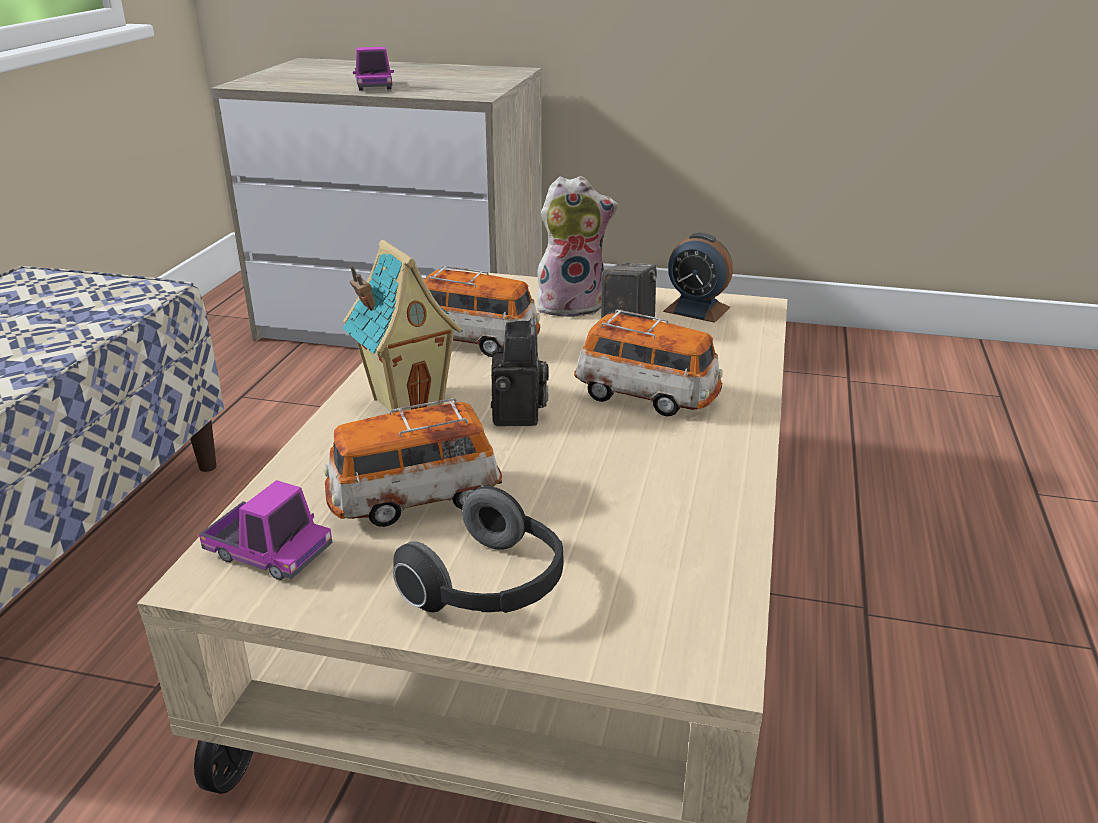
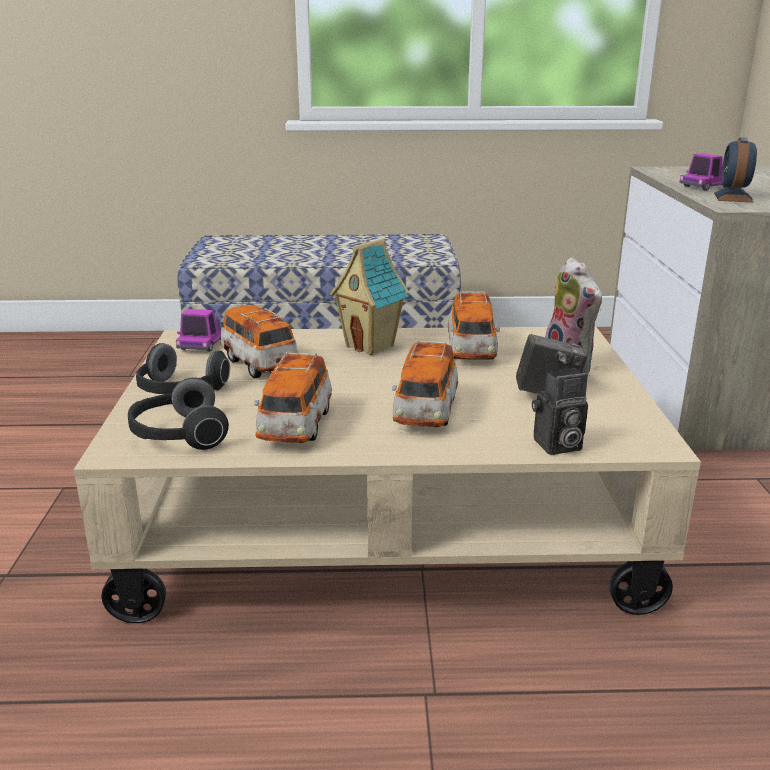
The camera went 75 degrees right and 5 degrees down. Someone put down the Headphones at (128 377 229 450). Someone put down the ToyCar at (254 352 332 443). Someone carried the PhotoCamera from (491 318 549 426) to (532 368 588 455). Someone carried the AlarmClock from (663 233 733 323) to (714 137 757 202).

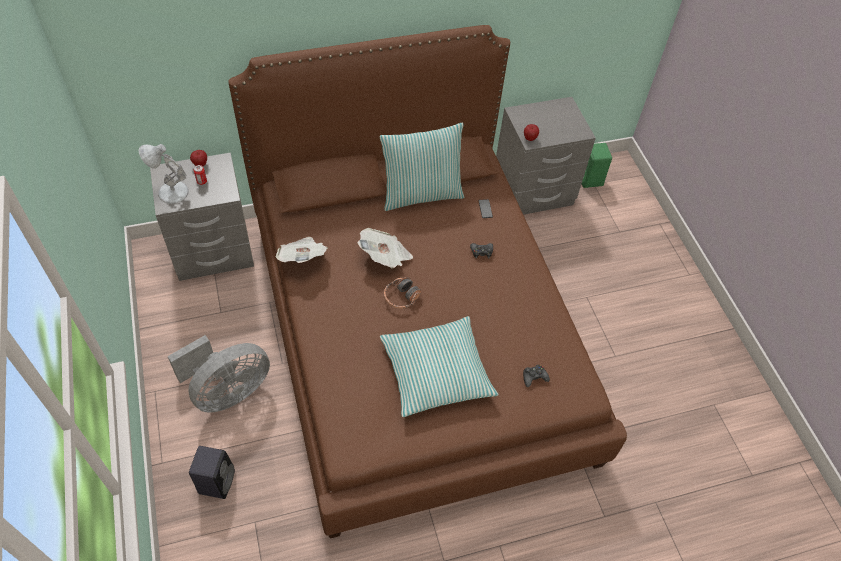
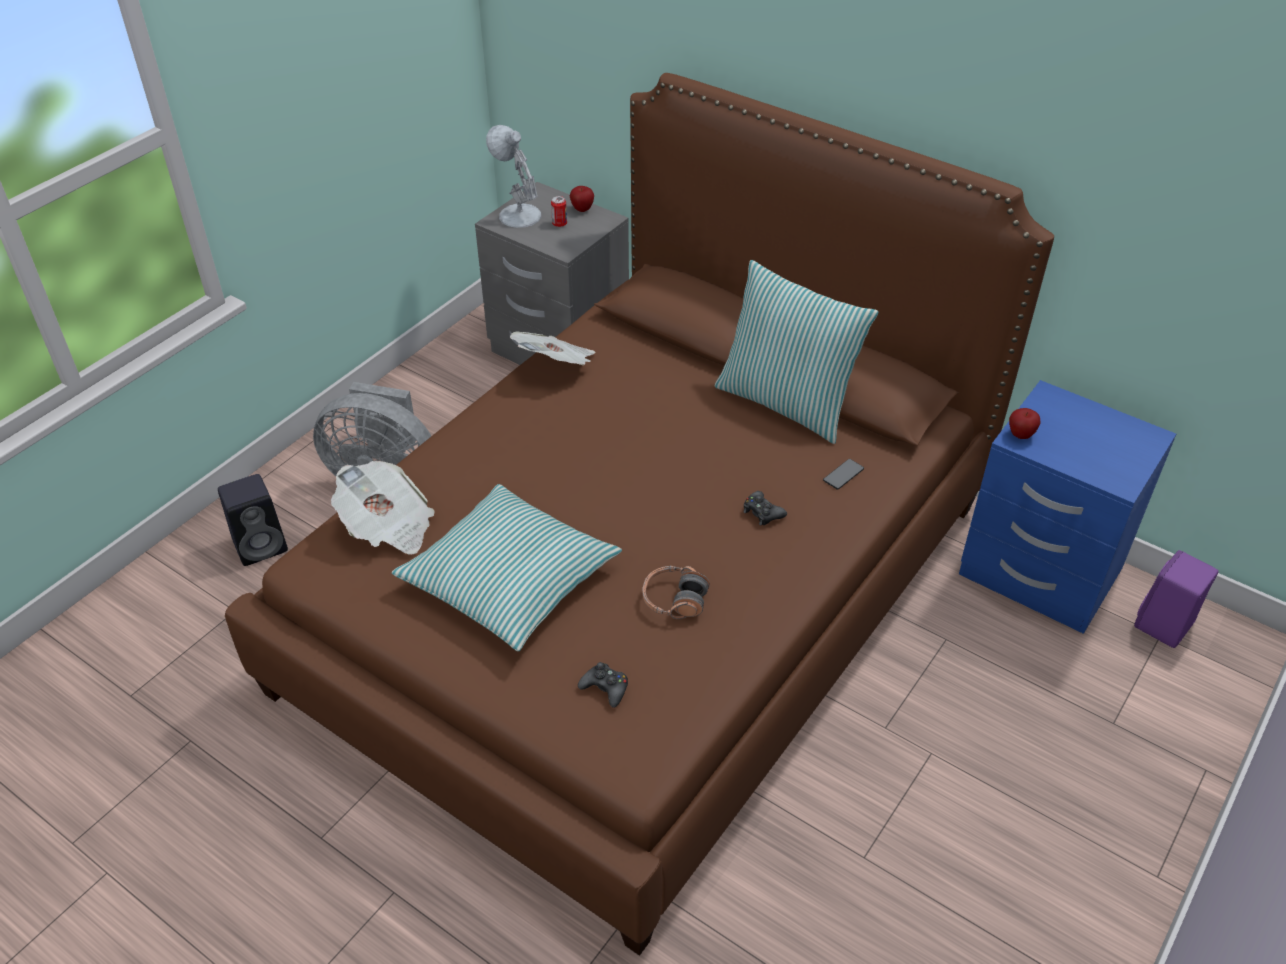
The camera went 55 degrees right and 10 degrees down. Someone carried the Newspaper from (357 228 413 268) to (331 461 435 555). Someone carried the Headphones from (384 277 421 309) to (642 566 710 619). Someone repainted the GreyNightstand at (496 97 596 215), which became the BlueNightstand at (959 380 1176 634). Someone repainted the GreenSpeaker at (582 143 612 188), which became the PurpleSpeaker at (1134 550 1218 648).

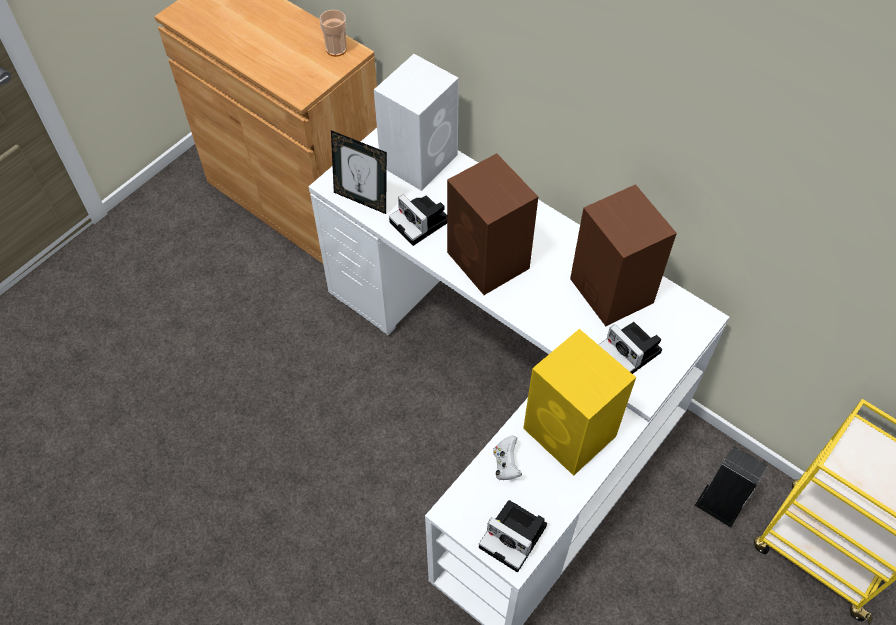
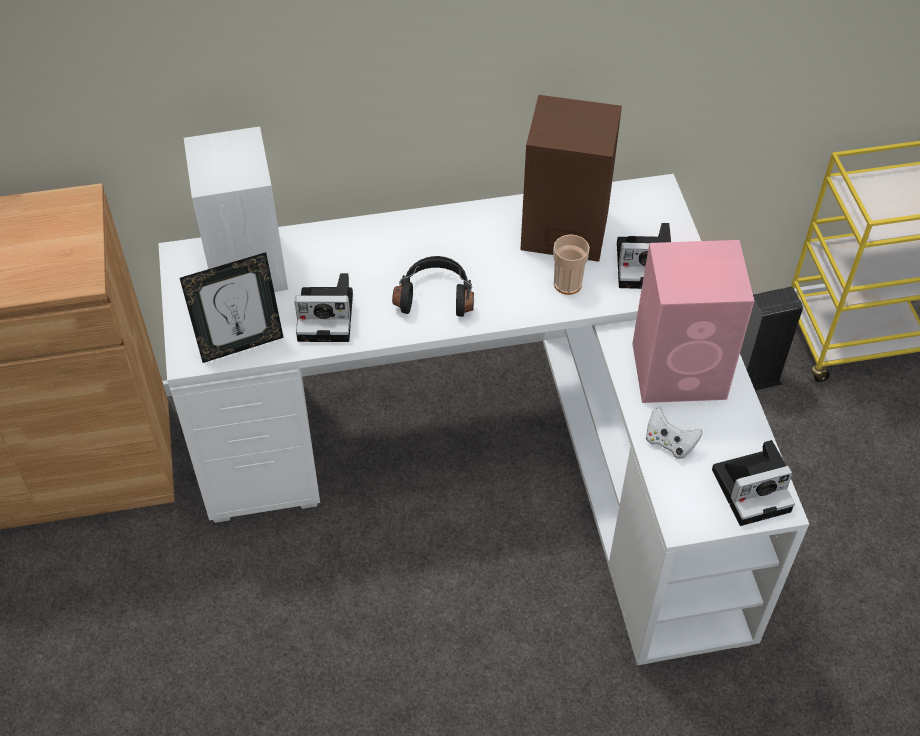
The camera went 50 degrees left and 5 degrees down. Someone carried the Cup from (319 10 347 57) to (553 234 590 295). Someone swapped the BrownSpeaker at (447 153 538 295) for the BlackHeadphones at (392 256 474 317). Someone repainted the YellowSpeaker at (523 329 636 476), which became the PinkSpeaker at (632 240 754 403).

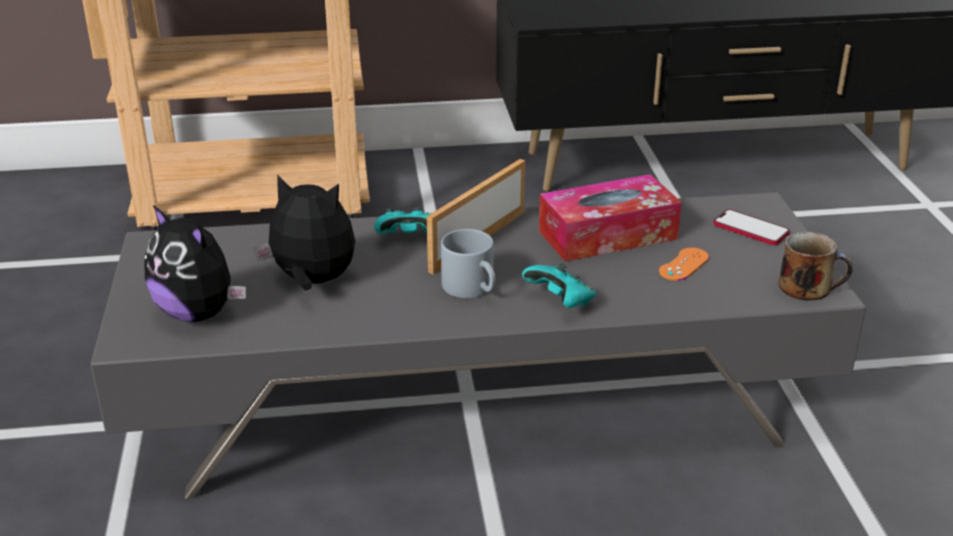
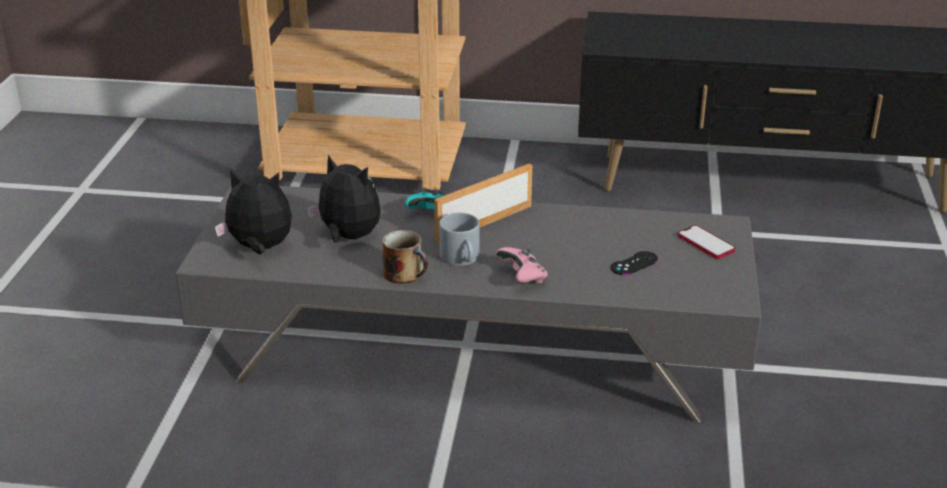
The camera went 15 degrees right and 0 degrees up. Someone took away the TissueBox at (539 174 682 262). Someone carried the Mug from (778 232 853 300) to (382 230 429 284). Someone repainted the TurquoiseGameController at (522 263 596 308), which became the PinkGameController at (496 247 548 284). Someone repainted the OrangeGameController at (659 248 709 281), which became the BlackGameController at (611 251 658 275). Someone rotated the PlushToy at (144 205 246 322) by 135 degrees clockwise.

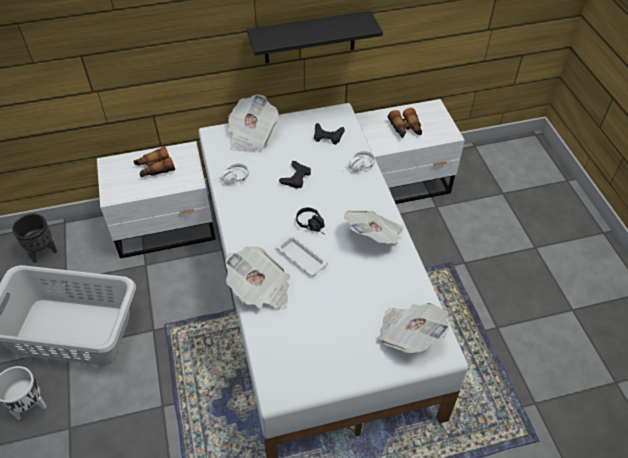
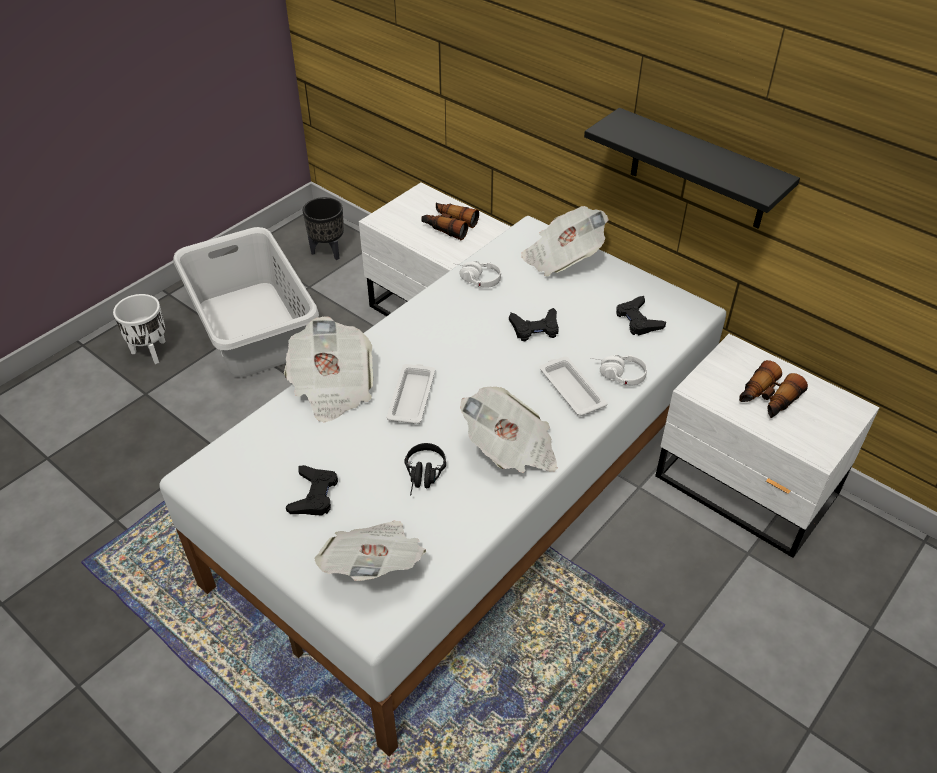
The camera went 55 degrees right and 5 degrees down. Someone put down the BlackGameController at (286 465 338 516). Someone put down the WhiteTray at (539 356 607 416). Someone carried the BlackHeadphones from (296 207 325 235) to (404 443 446 495).

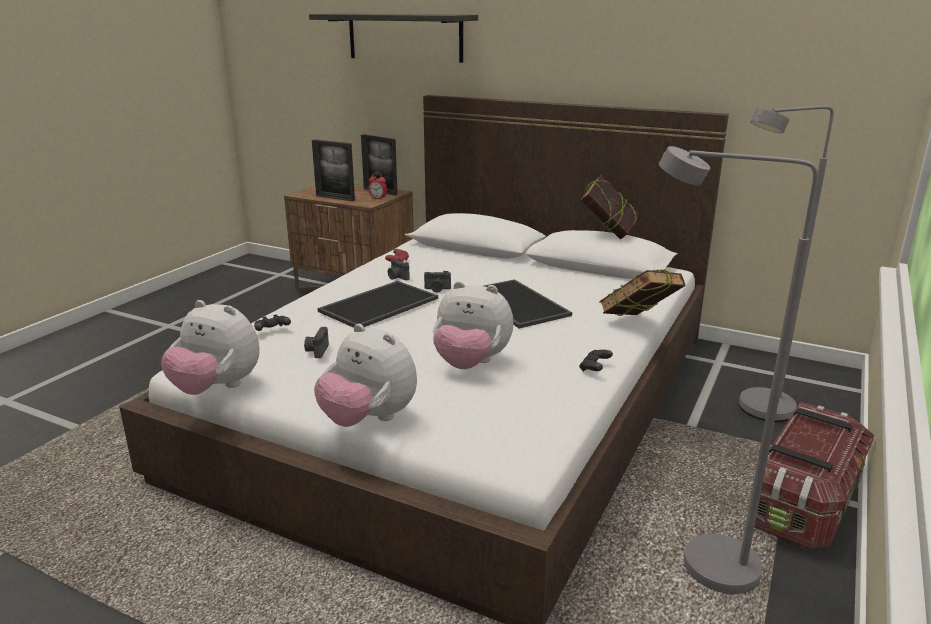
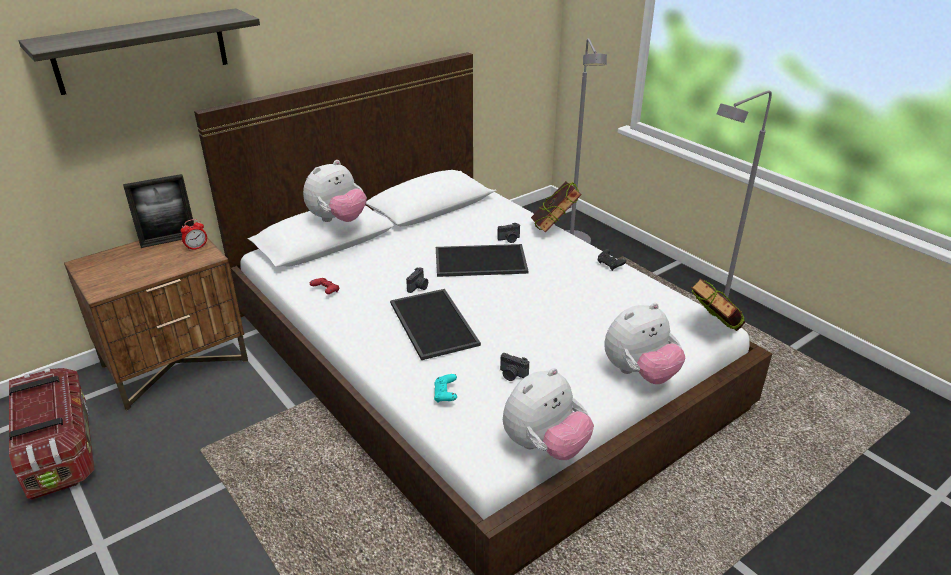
The camera went 65 degrees left and 10 degrees up. Someone took away the PictureFrame at (312 139 355 201). Someone carried the PhotoCamera from (388 259 410 280) to (497 223 520 243). Someone carried the PlushToy from (433 281 514 369) to (303 160 367 222). Someone carried the Book from (581 175 639 239) to (691 278 745 331). Someone carried the StorageBox from (754 402 874 548) to (9 368 95 500). Someone repainted the BlackGameController at (254 314 291 331), which became the TurquoiseGameController at (434 374 457 403).

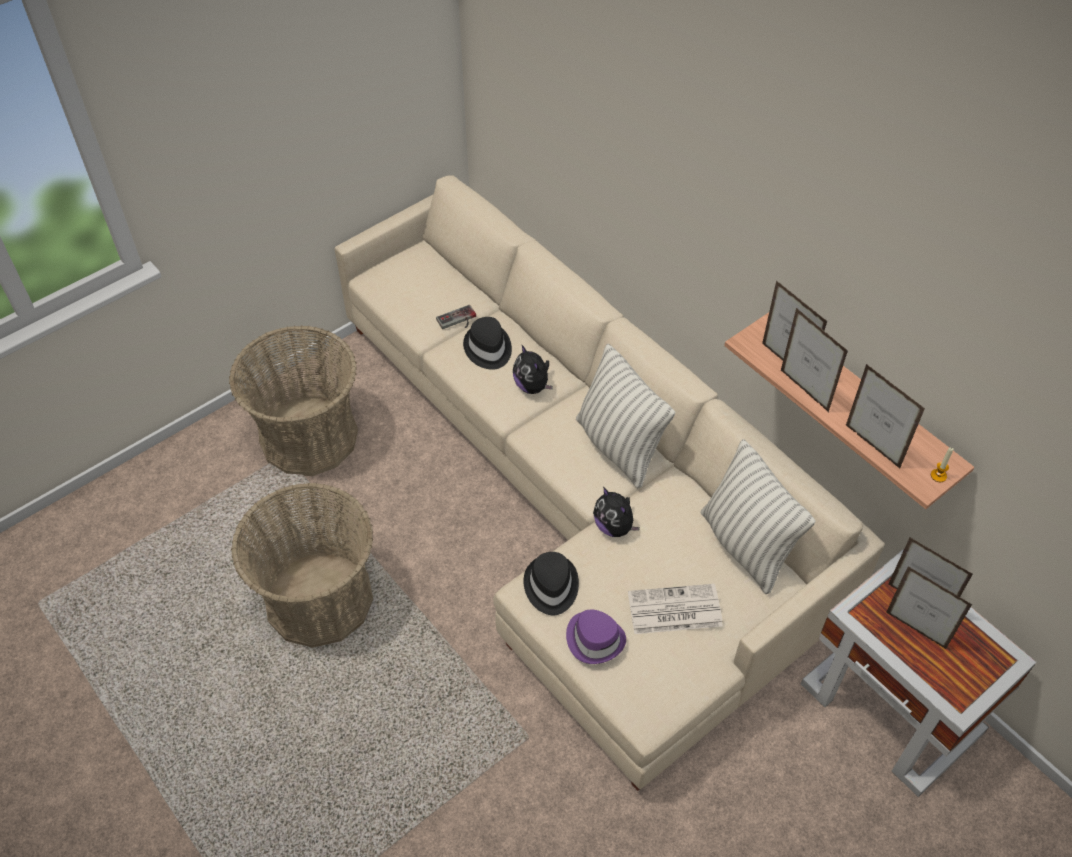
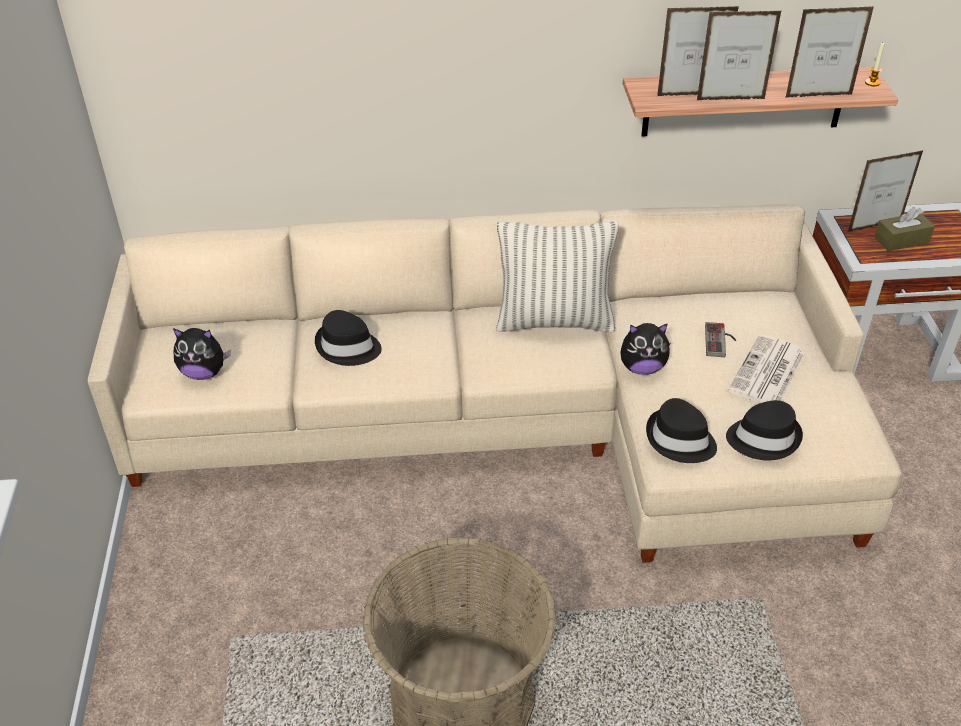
The camera went 55 degrees left and 10 degrees down. Someone took away the Basket at (229 325 358 476). Someone took away the Pillow at (701 439 816 594). Someone carried the GameController from (436 305 476 329) to (705 322 736 357). Someone carried the PlushToy from (513 344 553 394) to (173 328 231 380). Someone swapped the PictureFrame at (886 566 973 649) for the BrownTissueBox at (874 207 935 251). Someone repainted the PurpleHat at (566 610 626 664), which became the BlackHat at (726 400 803 461).

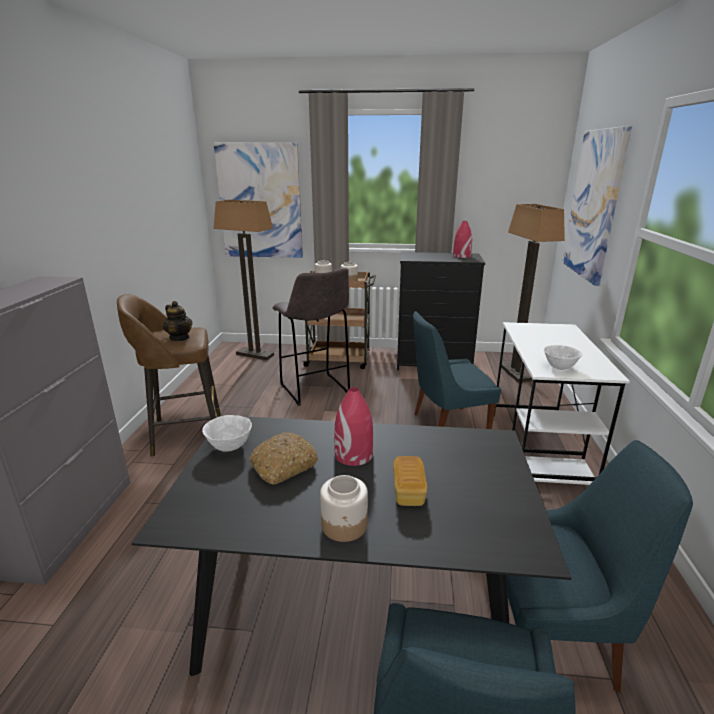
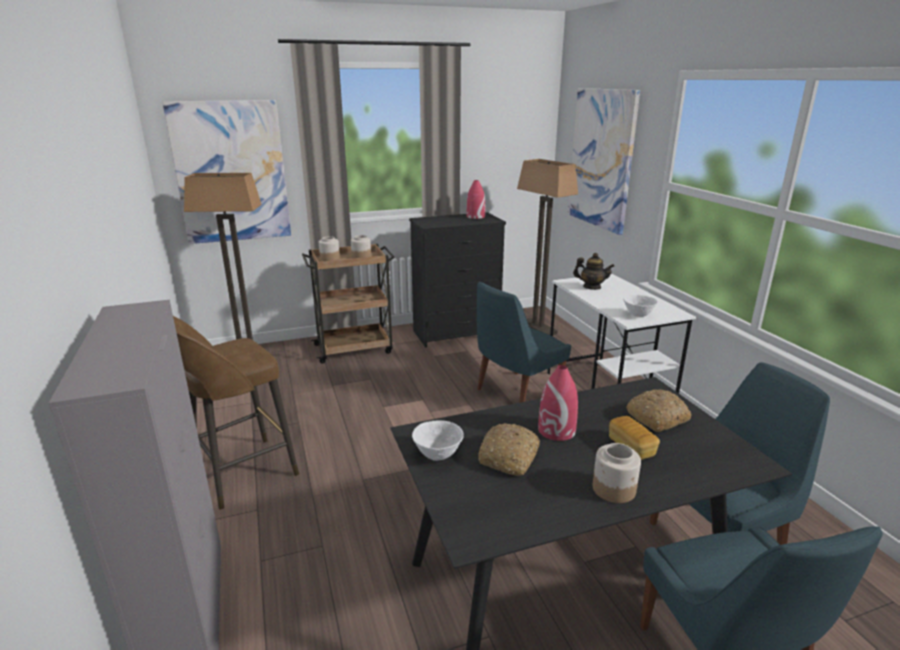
The camera went 25 degrees left and 0 degrees up. Someone took away the GreyStool at (273 268 350 406). Someone put down the Bread at (626 389 691 432). Someone carried the Teapot from (163 301 192 341) to (573 253 615 290).

